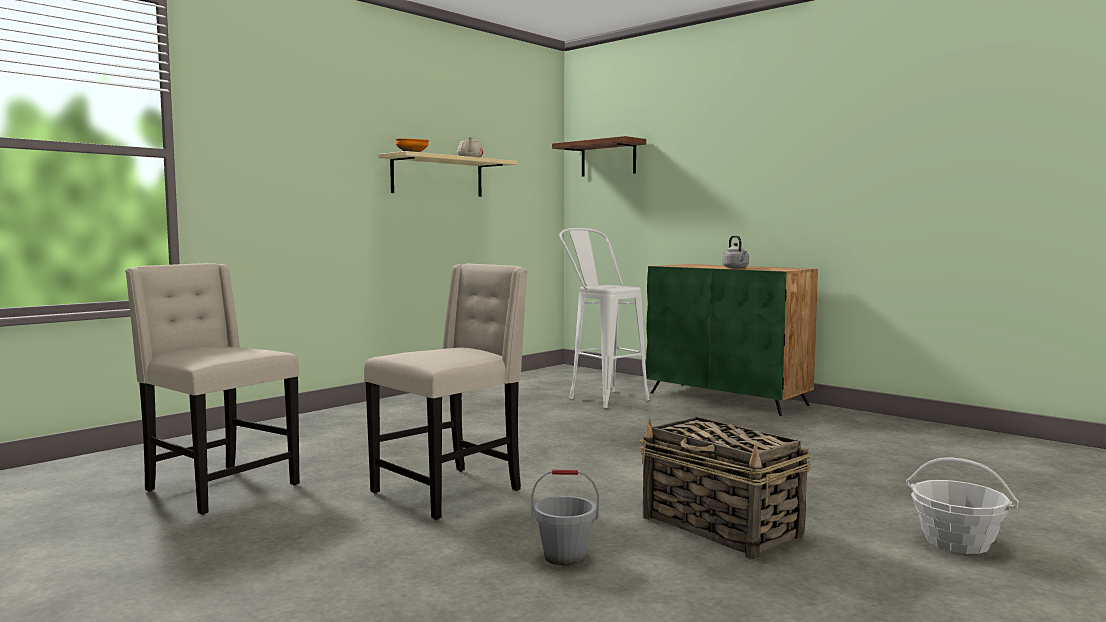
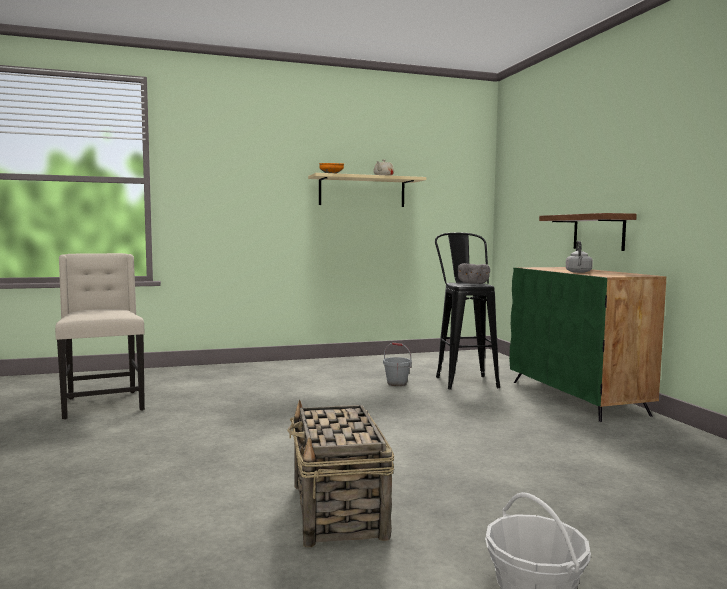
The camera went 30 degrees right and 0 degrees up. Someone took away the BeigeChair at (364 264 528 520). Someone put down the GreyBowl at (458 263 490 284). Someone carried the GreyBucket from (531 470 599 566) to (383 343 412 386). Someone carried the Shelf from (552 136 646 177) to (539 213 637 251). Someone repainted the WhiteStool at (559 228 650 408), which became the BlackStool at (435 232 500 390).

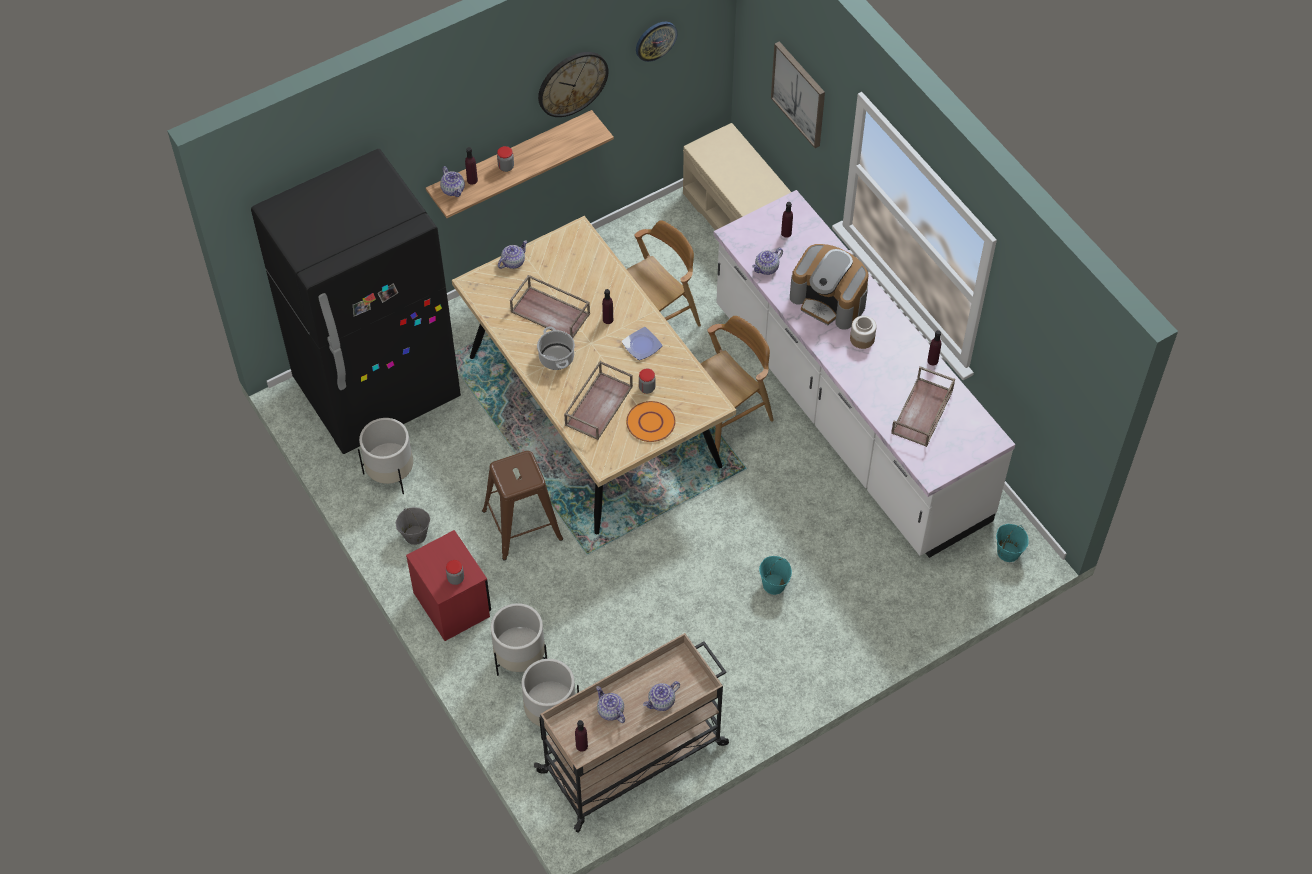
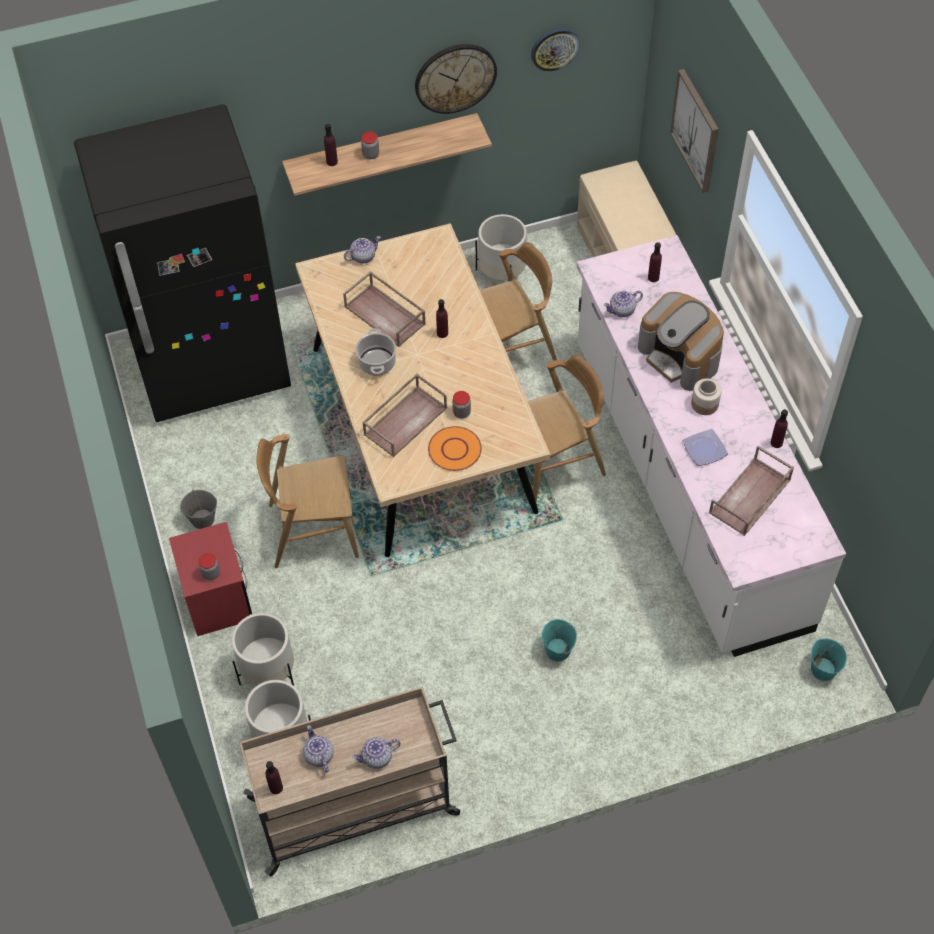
The camera went 15 degrees right and 0 degrees up. Someone took away the Teapot at (440 166 465 197). Someone carried the WhitePlanter from (358 418 413 494) to (475 214 527 281). Someone carried the Plate from (622 327 663 360) to (683 429 728 466). Someone swapped the BrownStool at (482 451 563 561) for the BrownChair at (256 434 359 568).

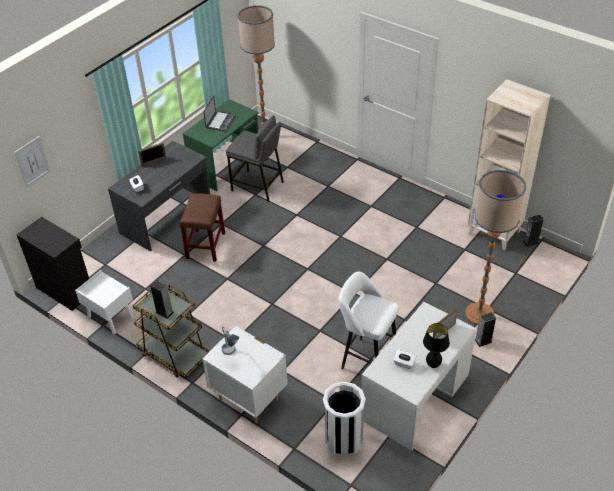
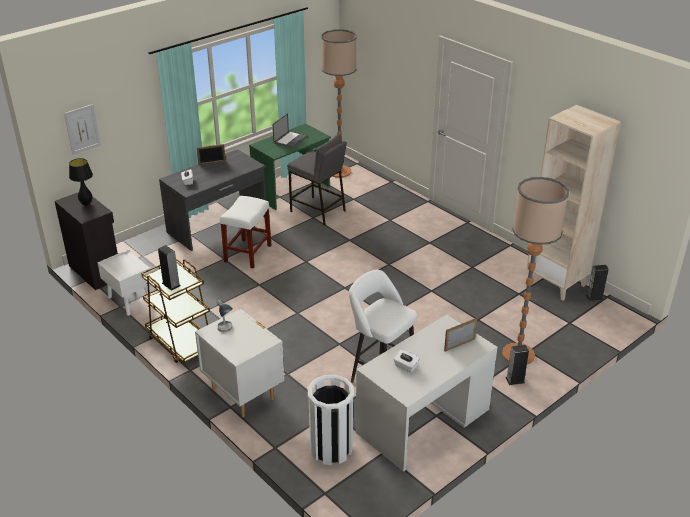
The camera went 10 degrees right and 10 degrees down. Someone carried the BlackTableLamp from (423 323 450 368) to (69 158 93 206). Someone repainted the BrownStool at (180 193 225 262), which became the WhiteStool at (220 196 272 269).

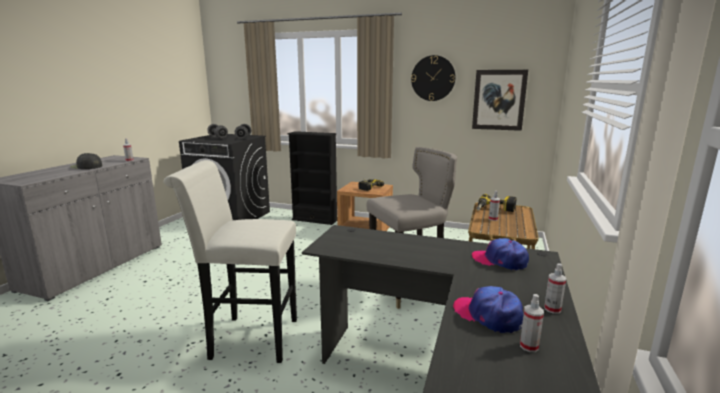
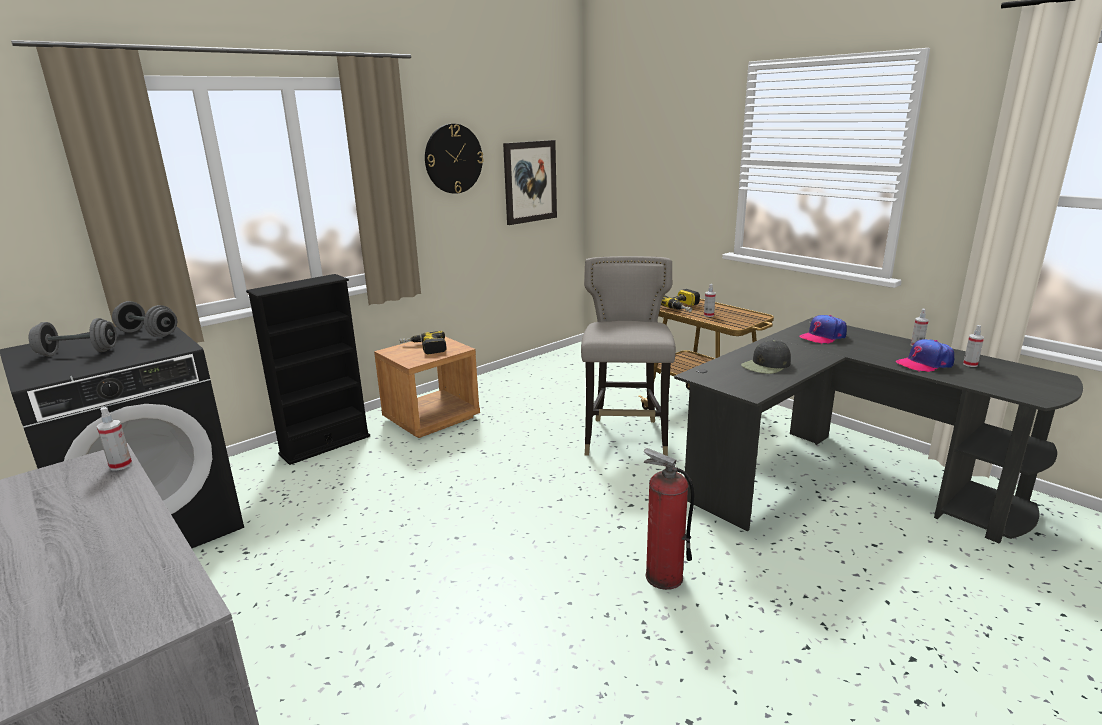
The camera went 60 degrees left and 5 degrees up. Someone carried the BlackCap from (70 153 102 169) to (741 340 791 374). Someone swapped the WhiteStool at (163 160 297 363) for the FireExtinguisher at (644 448 695 590).

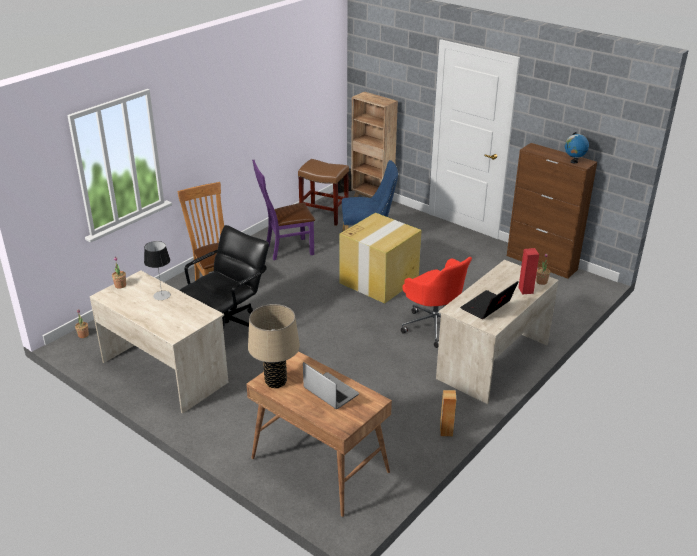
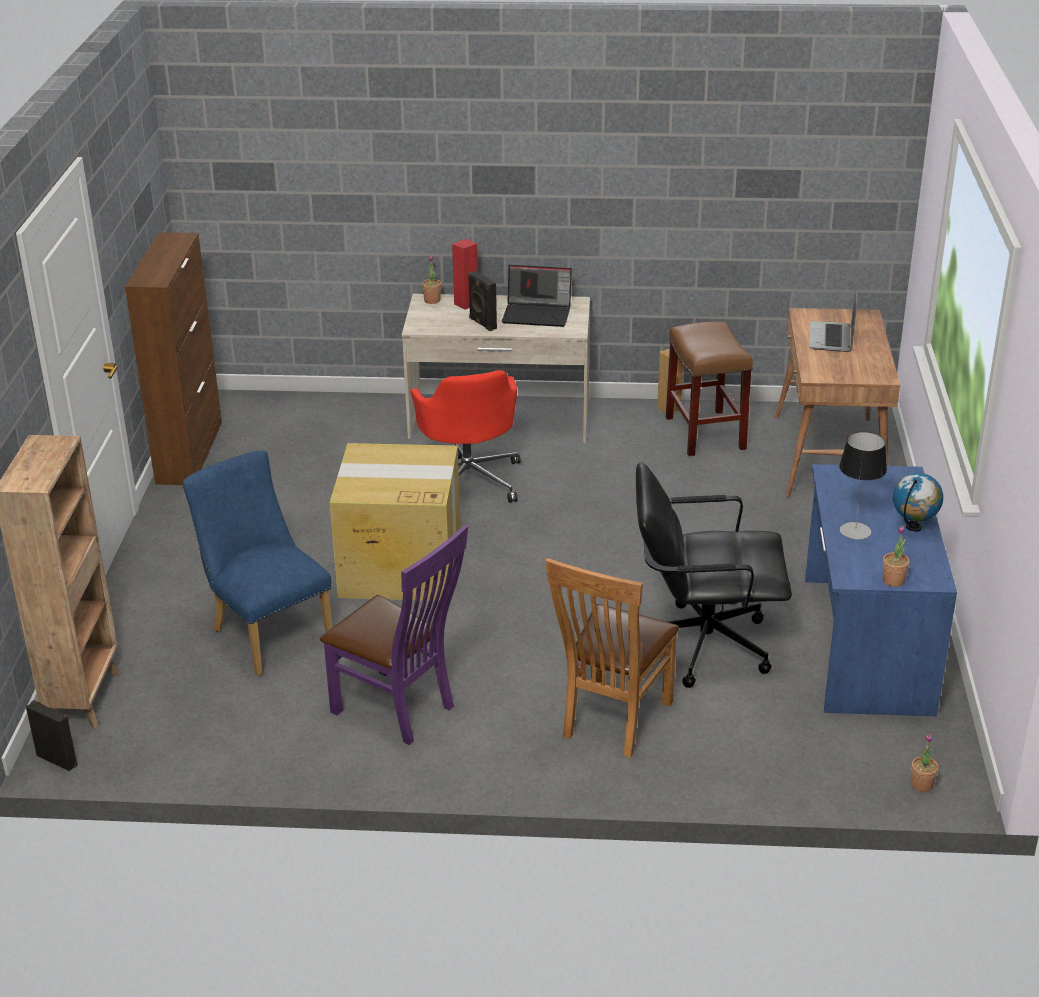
The camera went 125 degrees left and 0 degrees up. Someone took away the BeigeTableLamp at (248 304 300 388). Someone put down the BlackSpeaker at (468 271 497 331). Someone carried the BrownStool from (298 159 349 226) to (666 321 753 457). Someone carried the Globe from (565 132 589 163) to (893 473 943 532). Someone repainted the BeigeDesk at (90 270 228 414), which became the BlueDesk at (805 464 957 716). Someone rotated the RedOfficeChair at (401 257 472 348) by 150 degrees clockwise.

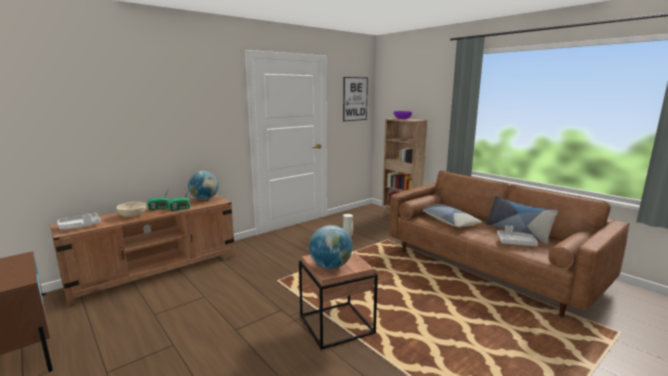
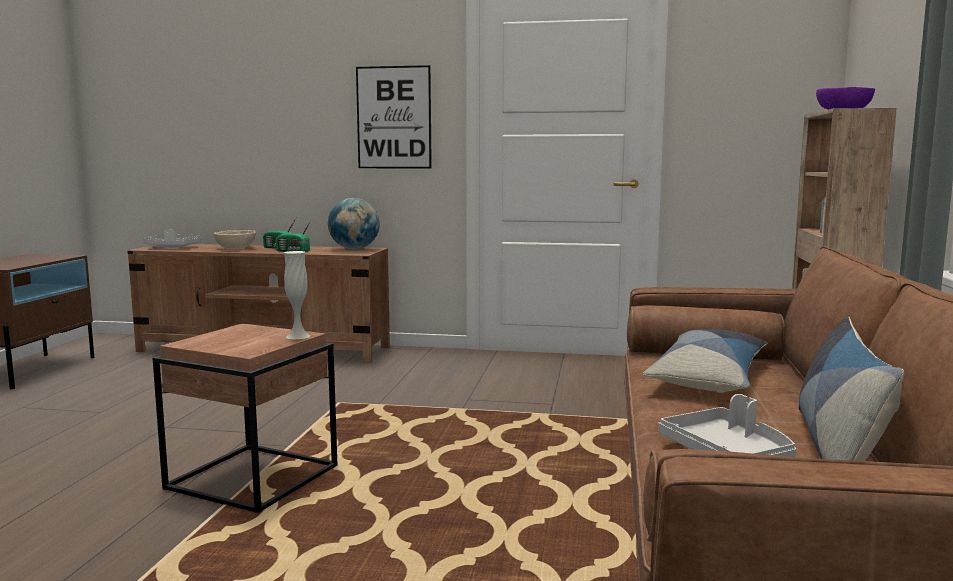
The camera went 50 degrees right and 5 degrees down. Someone took away the Globe at (309 225 353 269). Someone carried the Picture from (343 77 368 121) to (356 65 432 168).

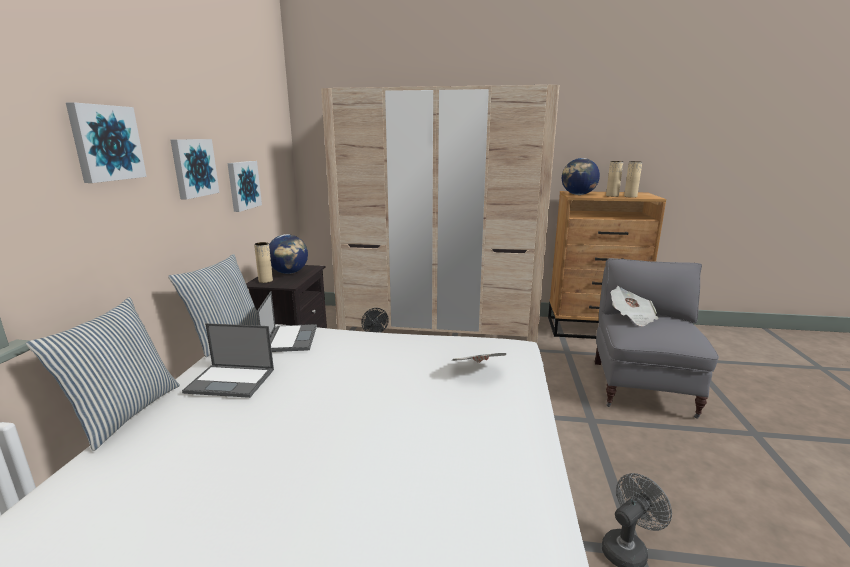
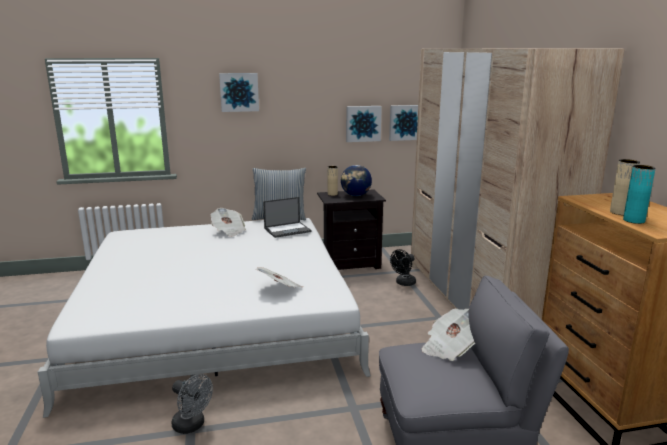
The camera went 70 degrees right and 0 degrees up. Someone took away the Pillow at (26 297 180 451). Someone took away the Globe at (562 158 600 195). Someone carried the Picture from (171 139 219 199) to (389 105 418 141). Someone swapped the Laptop at (182 323 274 398) for the Newspaper at (211 208 246 237). Someone repainted the BeigeVase at (624 161 642 198), which became the TurquoiseVase at (623 165 656 224).

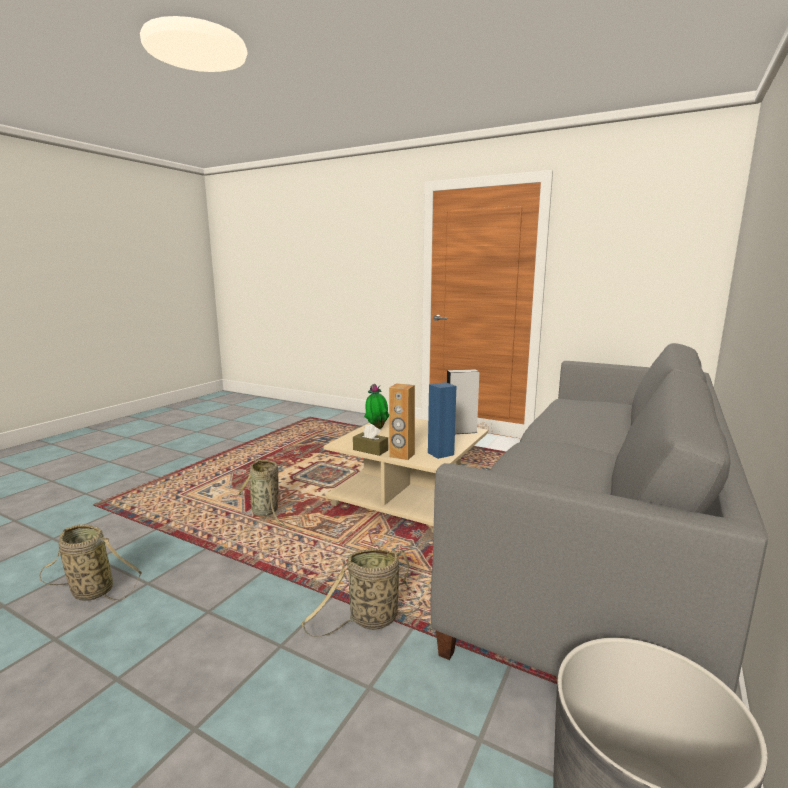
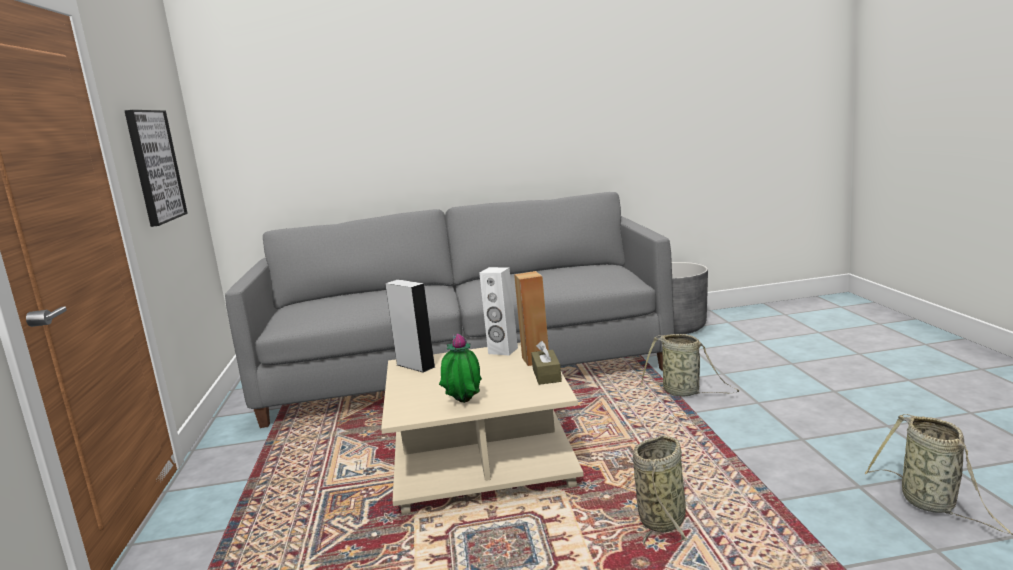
The camera went 125 degrees left and 0 degrees up. Someone put up the Picture at (124 110 188 227). Someone repainted the BlueSpeaker at (428 382 456 459), which became the WhiteSpeaker at (479 267 518 355).

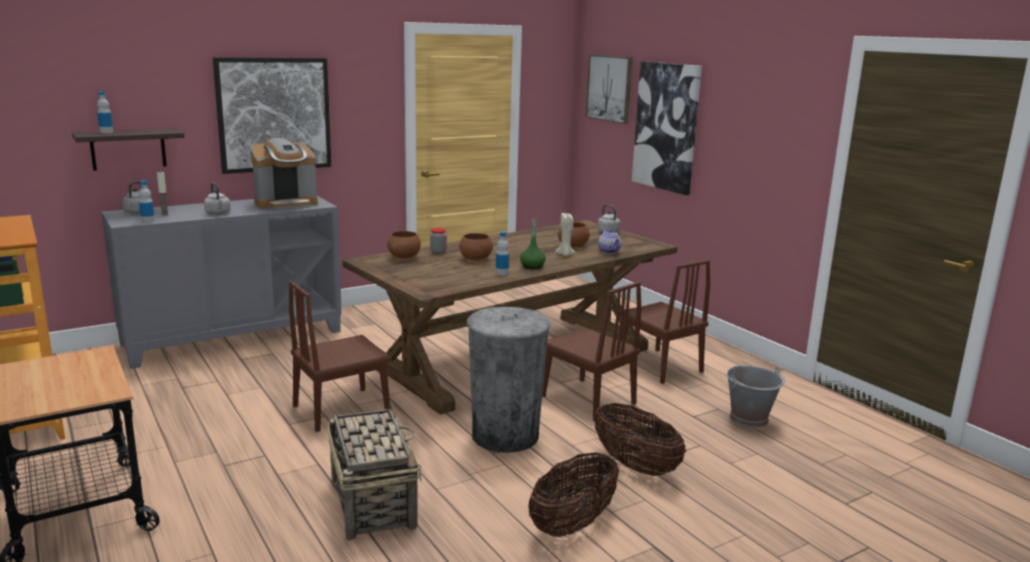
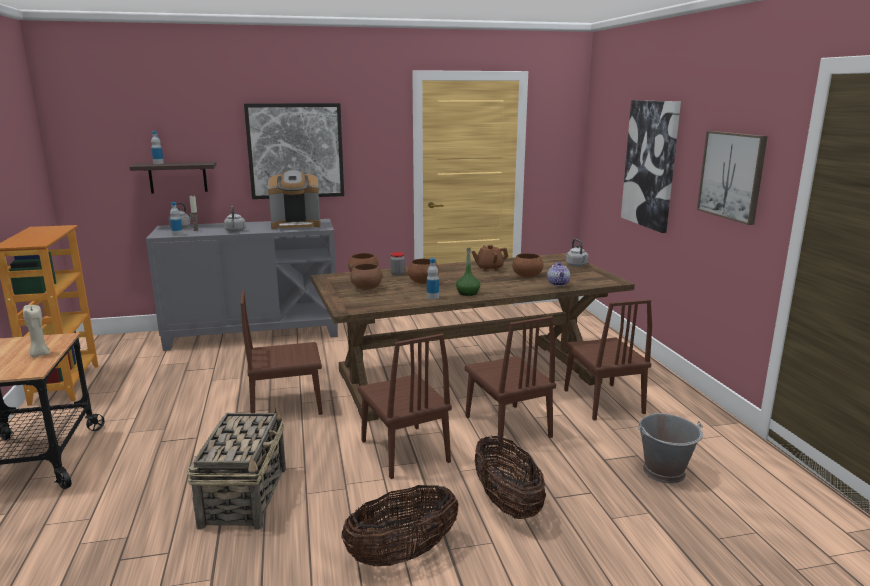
The camera went 20 degrees right and 0 degrees up. Someone put down the BrownBowl at (350 263 382 290). Someone put down the BrownTeapot at (471 245 508 271). Someone carried the BeigeCandle from (555 213 576 256) to (23 305 50 357). Someone carried the Picture from (586 54 633 124) to (697 131 768 225). Someone swapped the GreyTrashCan at (467 307 551 453) for the BrownChair at (358 333 452 479).

